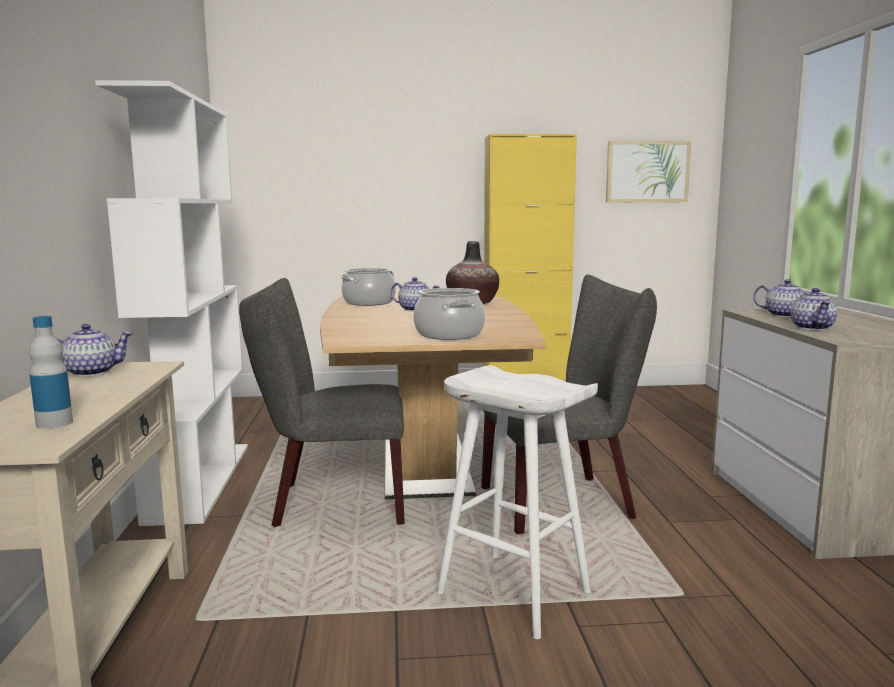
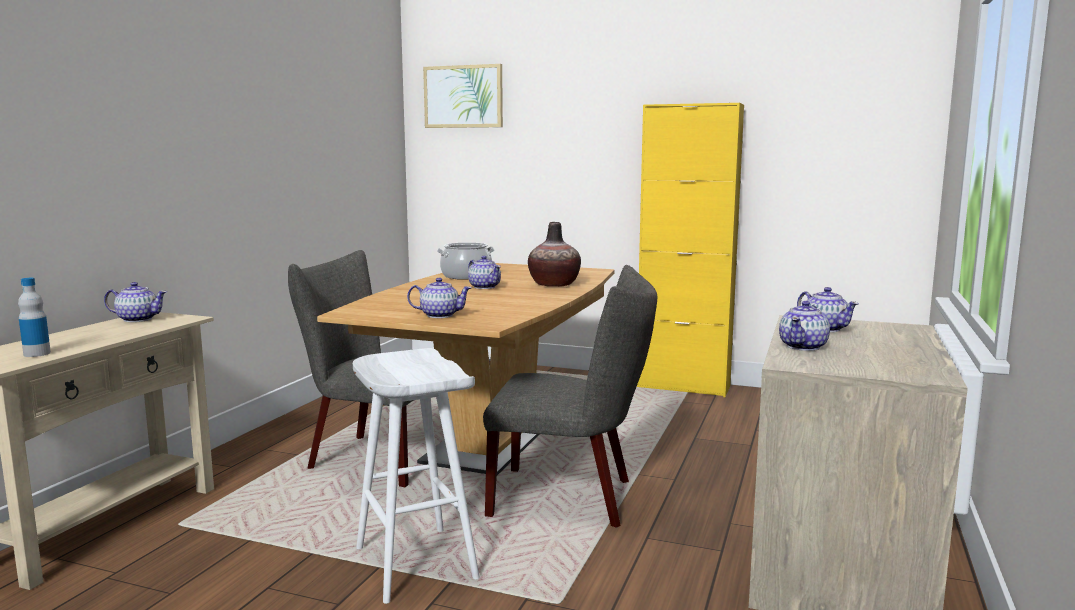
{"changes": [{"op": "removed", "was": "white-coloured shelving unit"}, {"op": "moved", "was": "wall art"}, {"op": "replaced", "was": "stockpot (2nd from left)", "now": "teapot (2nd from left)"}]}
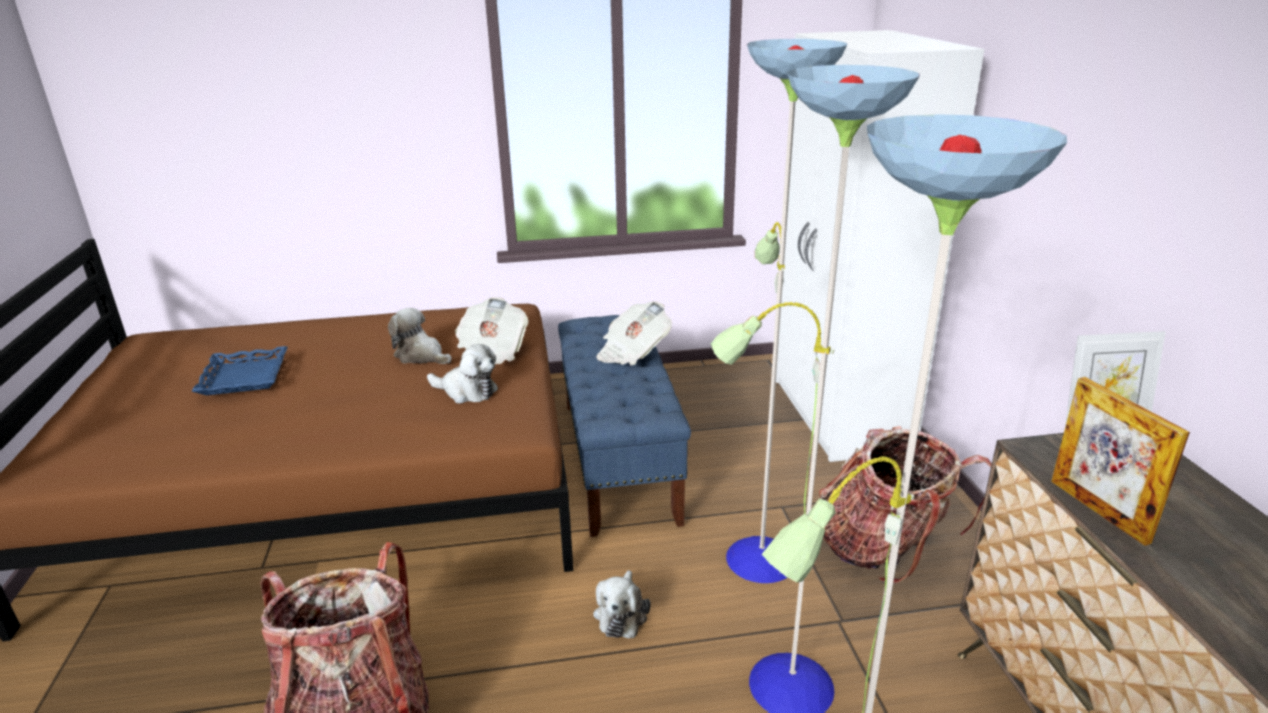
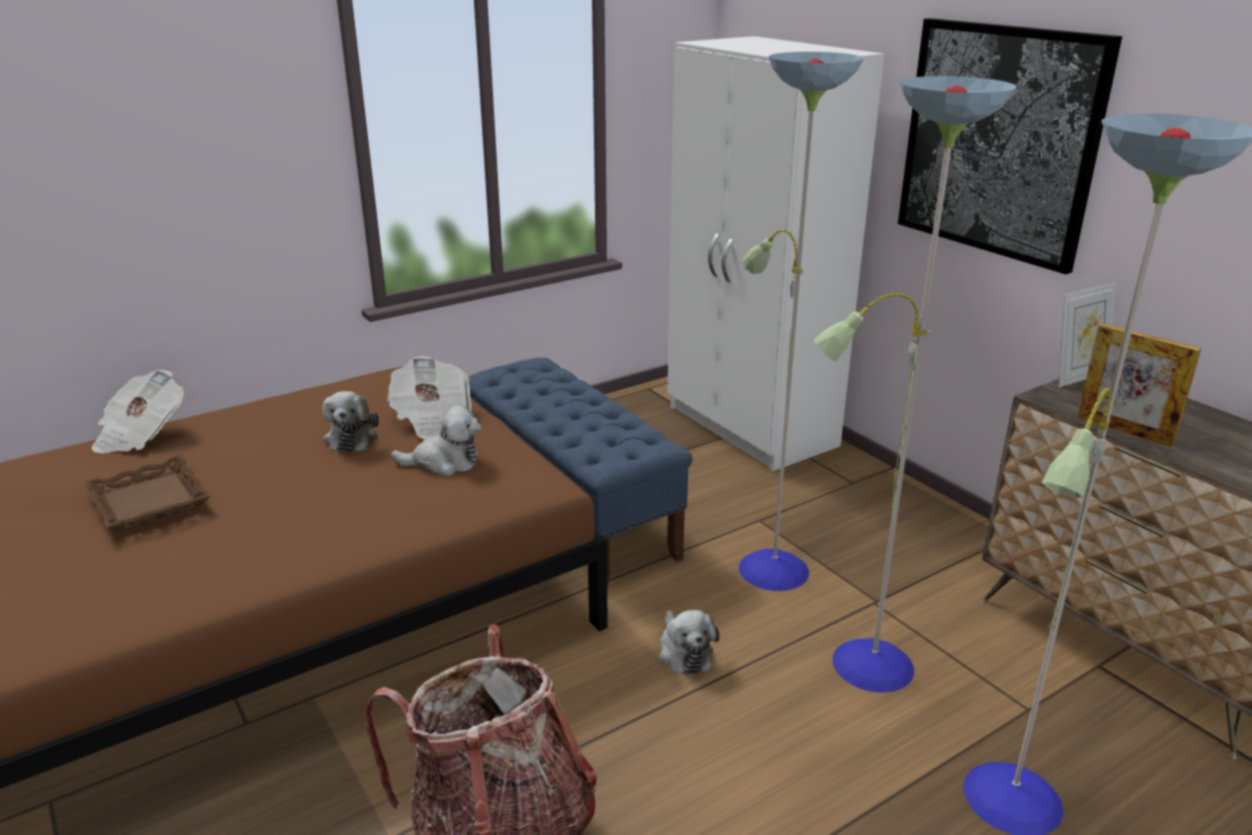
{"changes": [{"op": "removed", "was": "rucksack (2nd from left)"}, {"op": "added", "now": "wall art"}, {"op": "moved", "was": "daily paper (2nd from left in the first image)", "now": "daily paper (1st from left)"}, {"op": "recoloured", "was": "bluish carrying tray", "now": "brown-coloured carrying tray"}, {"op": "turned", "was": "plush toy (1st from left)", "clockwise": -105}]}
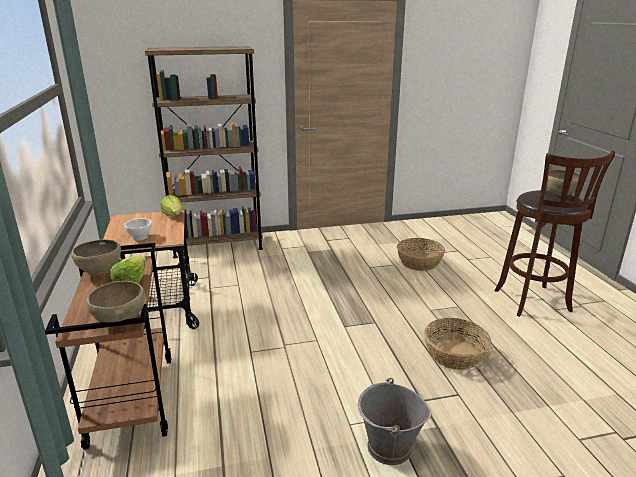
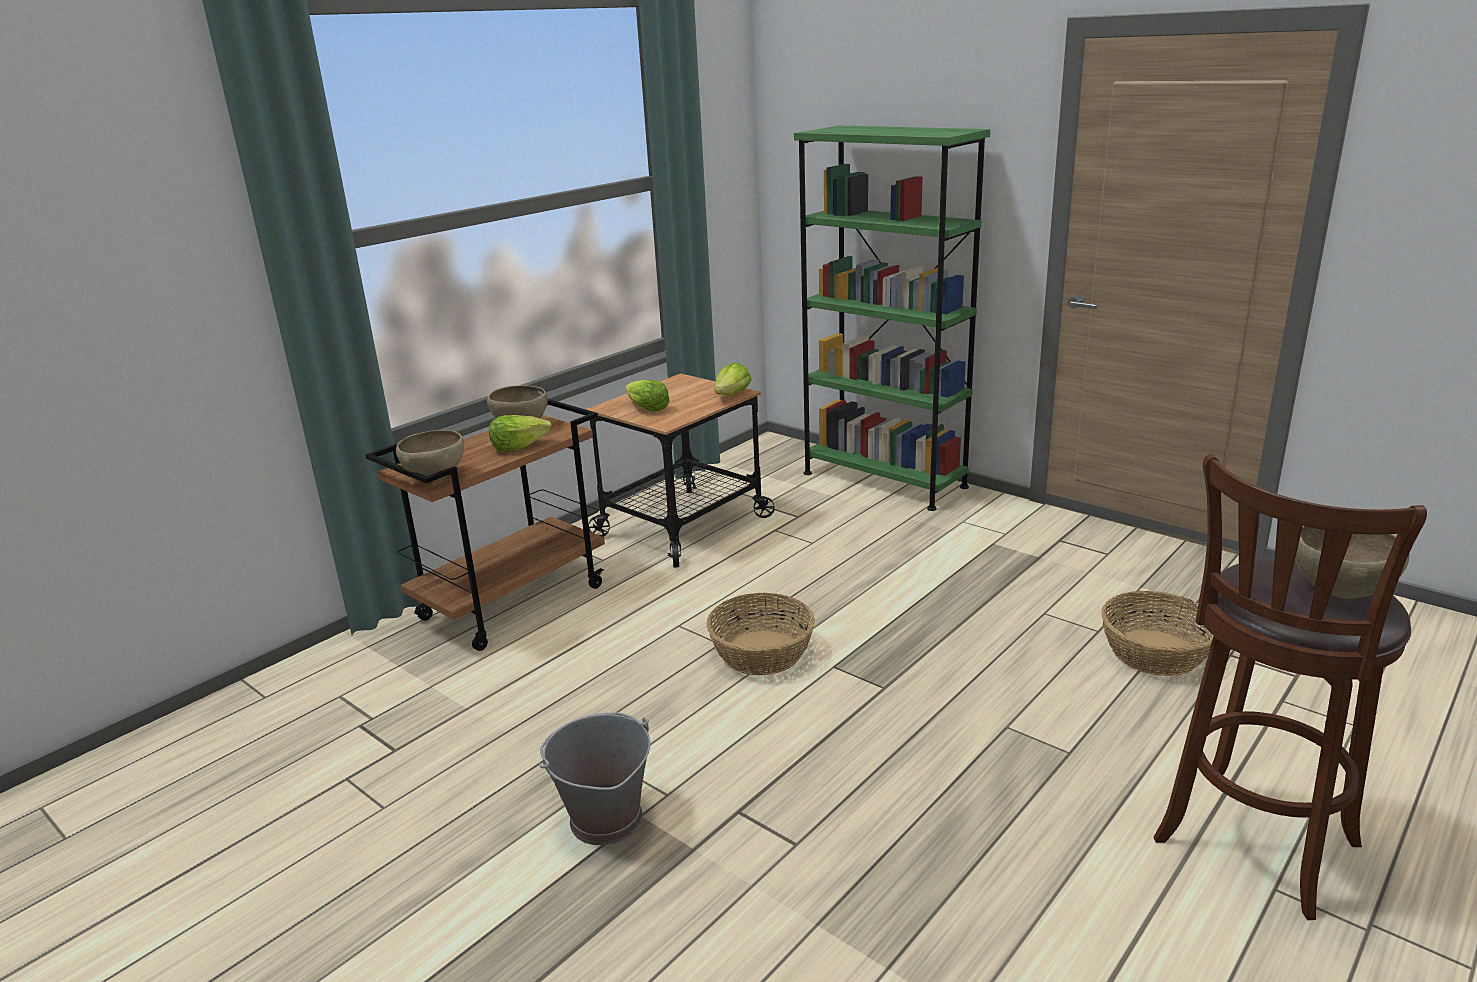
{"changes": [{"op": "moved", "was": "storage basket (2nd from left in the first image)", "now": "storage basket (1st from left)"}, {"op": "replaced", "was": "white-coloured deep dish", "now": "lettuce (2nd from left)"}, {"op": "recoloured", "was": "brown-coloured shelving unit", "now": "green shelving unit"}]}
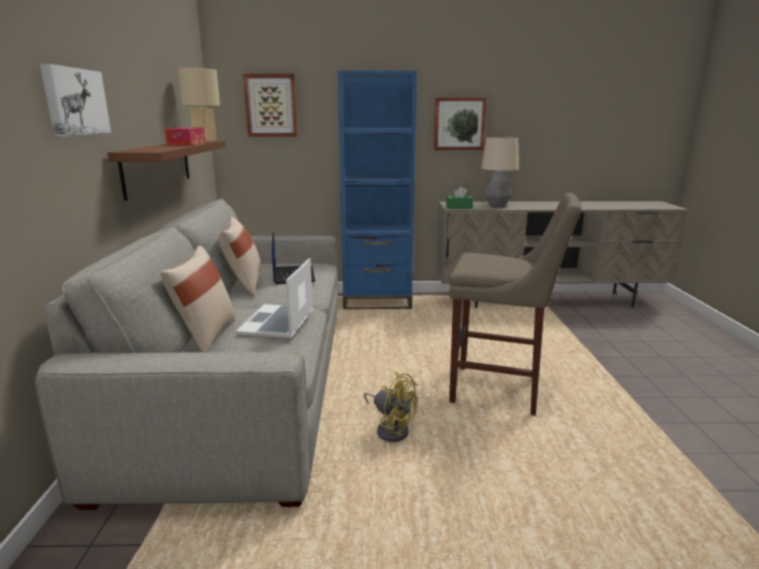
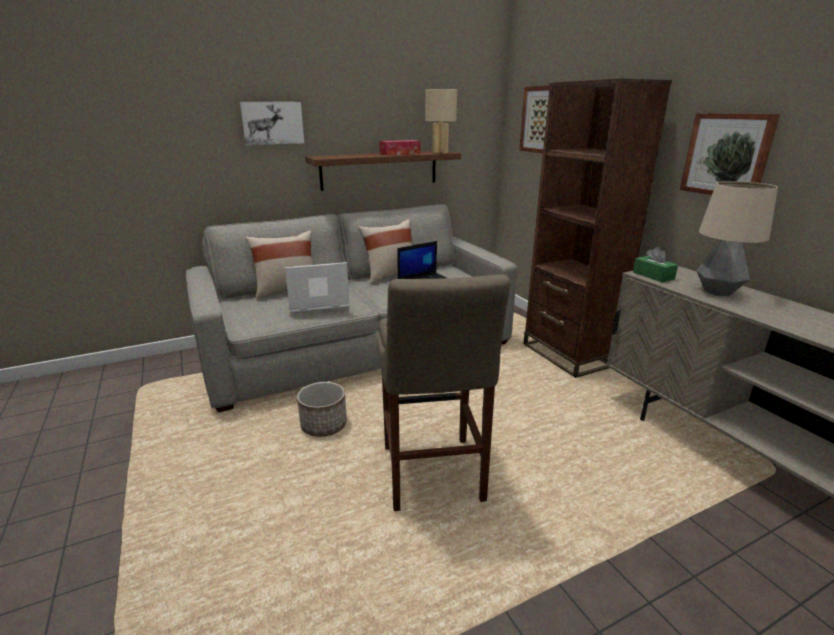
{"changes": [{"op": "replaced", "was": "yellowish electric fan", "now": "flower pot"}, {"op": "recoloured", "was": "bluish shelving unit", "now": "brown-coloured shelving unit"}]}
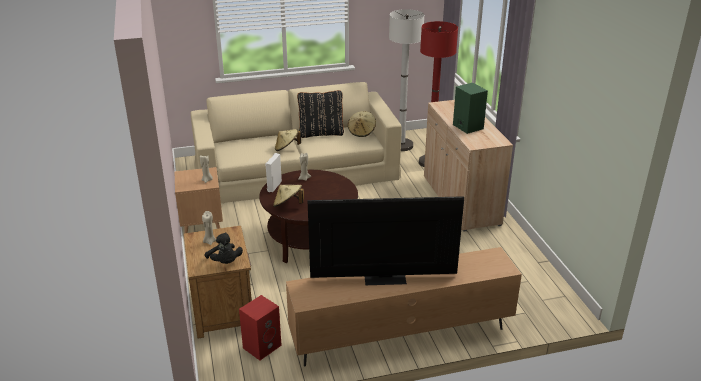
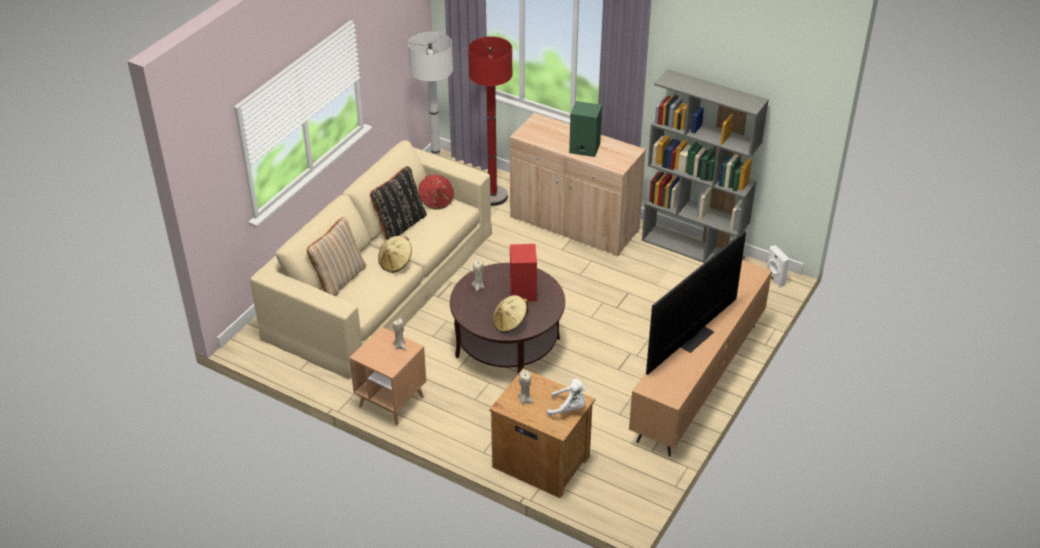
{"changes": [{"op": "added", "now": "beige pillow"}, {"op": "added", "now": "greyish shelving unit"}, {"op": "moved", "was": "reddish audio speaker"}, {"op": "moved", "was": "white-coloured audio speaker"}, {"op": "recoloured", "was": "black-coloured plush toy", "now": "white-coloured plush toy"}, {"op": "recoloured", "was": "beige hat (3rd from left)", "now": "reddish hat"}]}
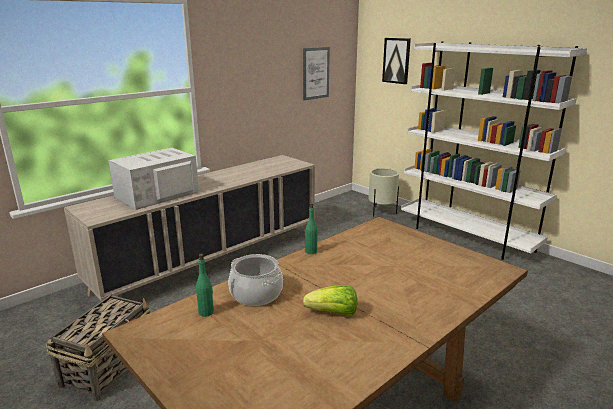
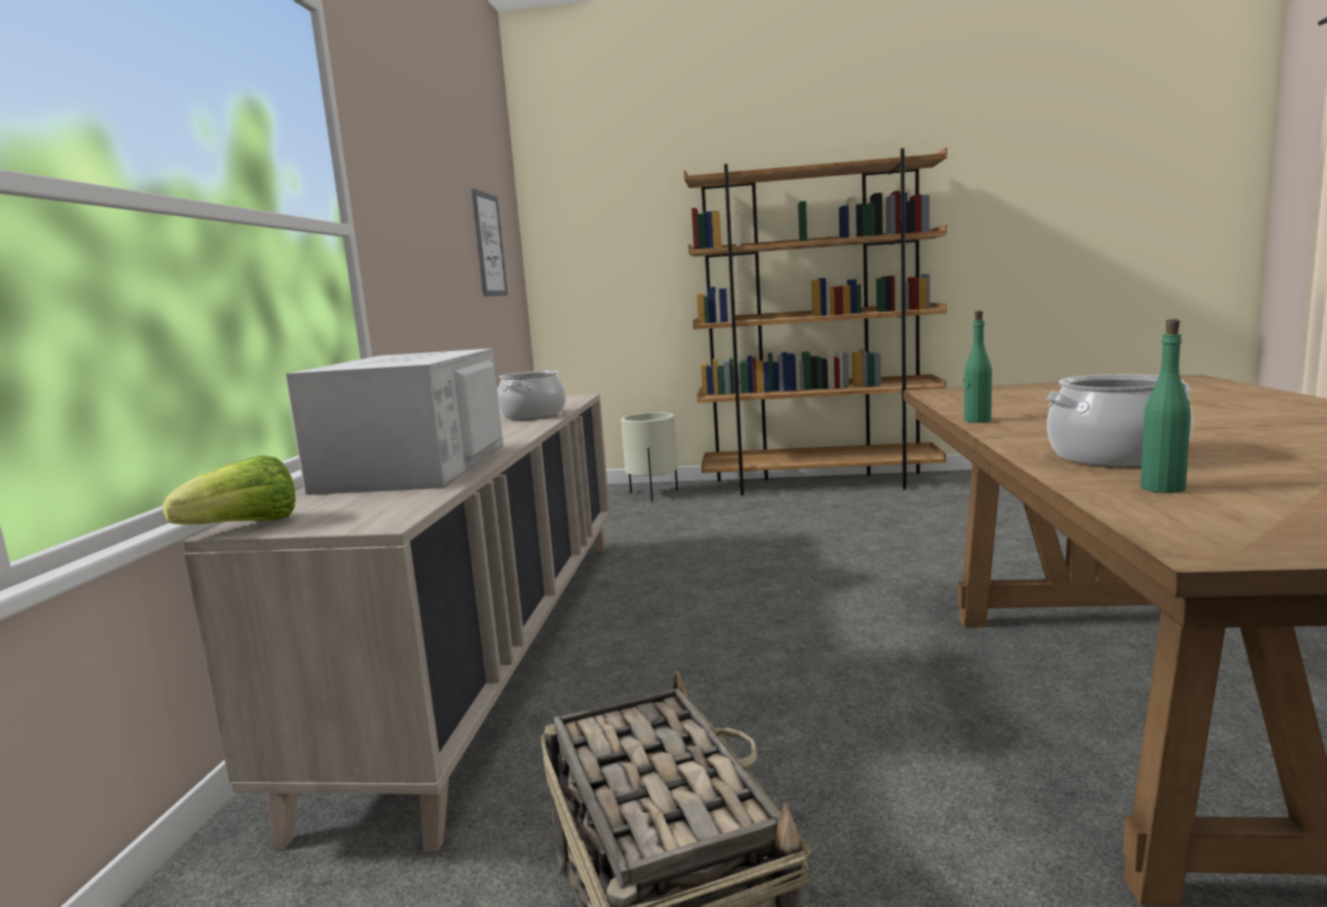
{"changes": [{"op": "removed", "was": "wall art (2nd from left)"}, {"op": "added", "now": "stockpot (1st from left)"}, {"op": "moved", "was": "lettuce"}, {"op": "recoloured", "was": "white-coloured shelving unit", "now": "brown-coloured shelving unit"}]}
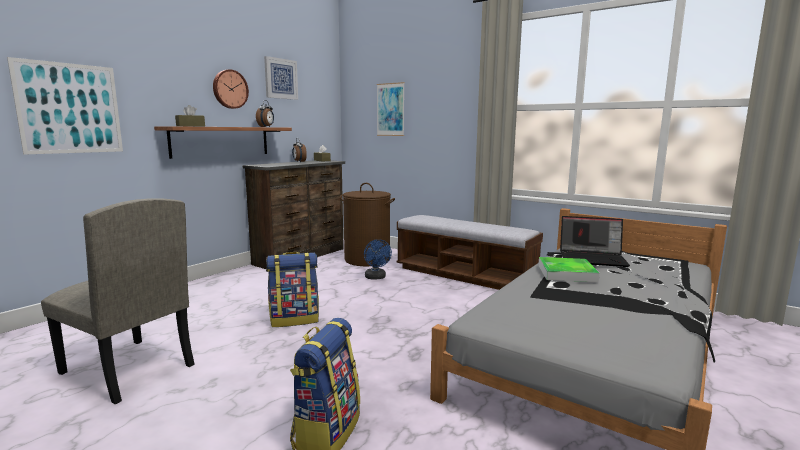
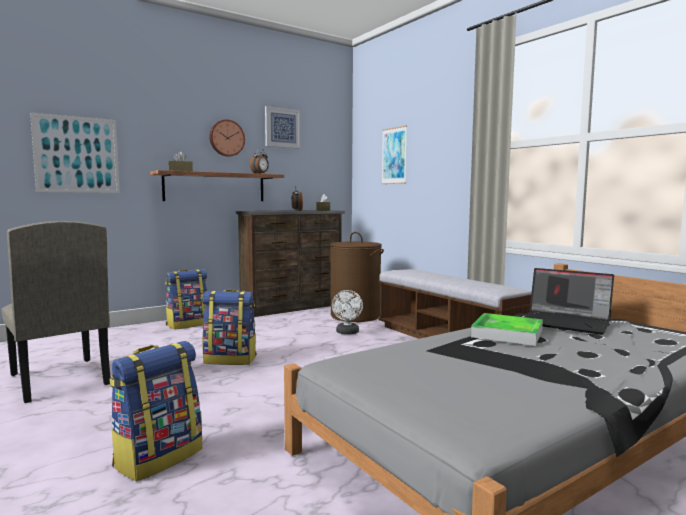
{"changes": [{"op": "added", "now": "rucksack (2nd from left)"}, {"op": "recoloured", "was": "bluish electric fan", "now": "white-coloured electric fan"}]}
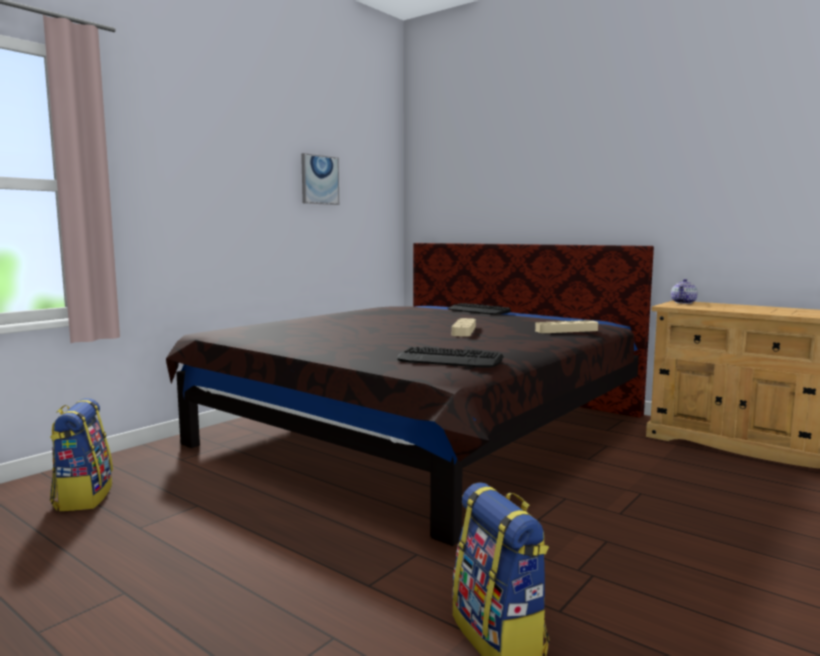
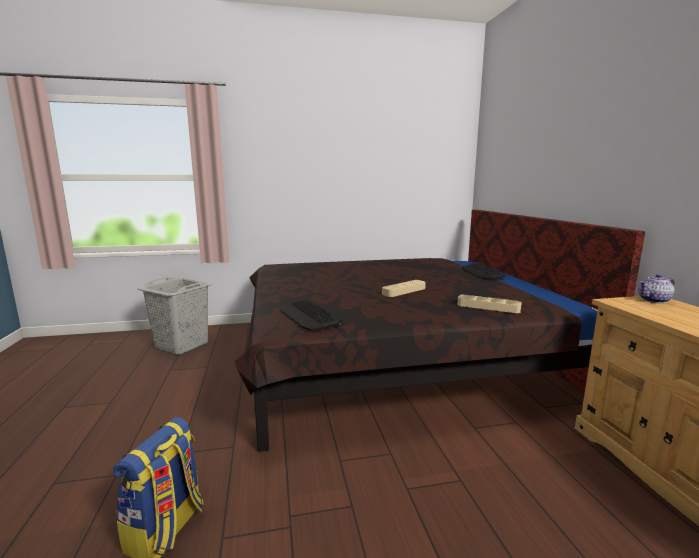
{"changes": [{"op": "removed", "was": "wall art"}, {"op": "replaced", "was": "rucksack (1st from left)", "now": "greyish washing basket"}]}
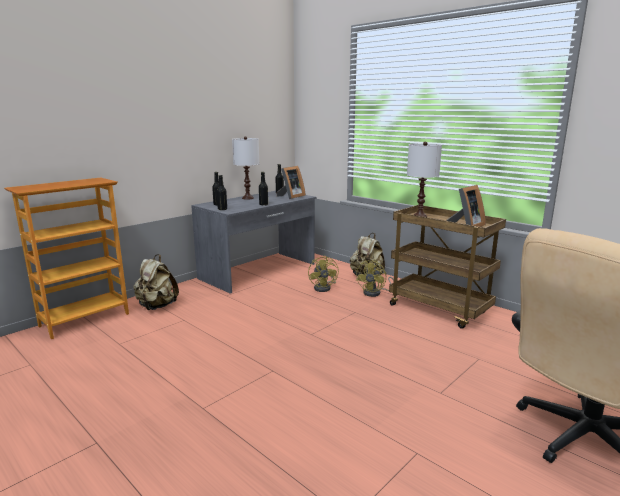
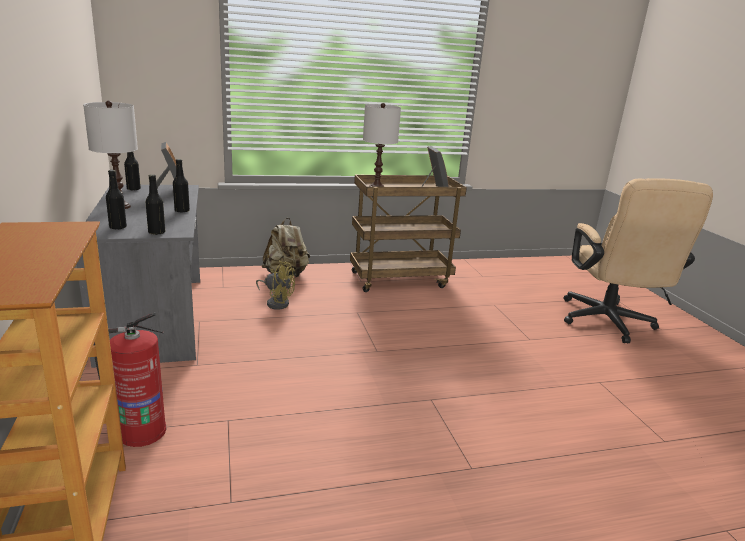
{"changes": [{"op": "removed", "was": "yellowish electric fan (2nd from left)"}, {"op": "replaced", "was": "beige rucksack (1st from left)", "now": "fire extinguisher"}]}
